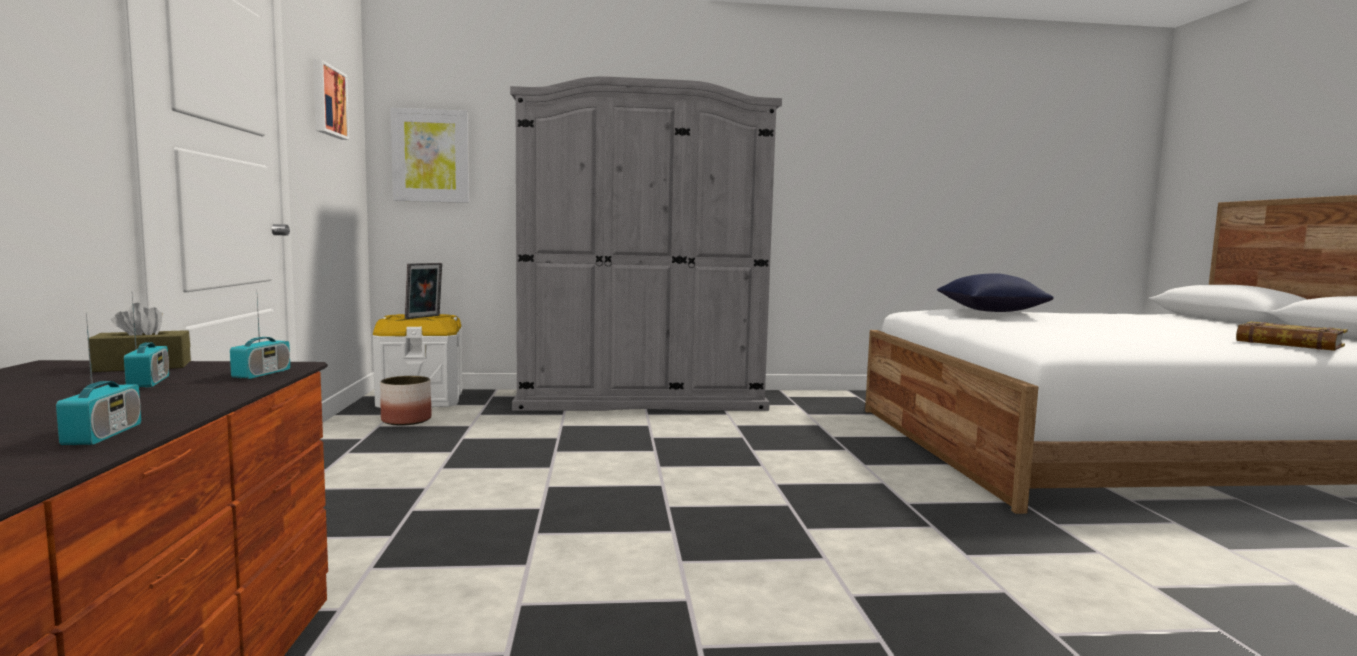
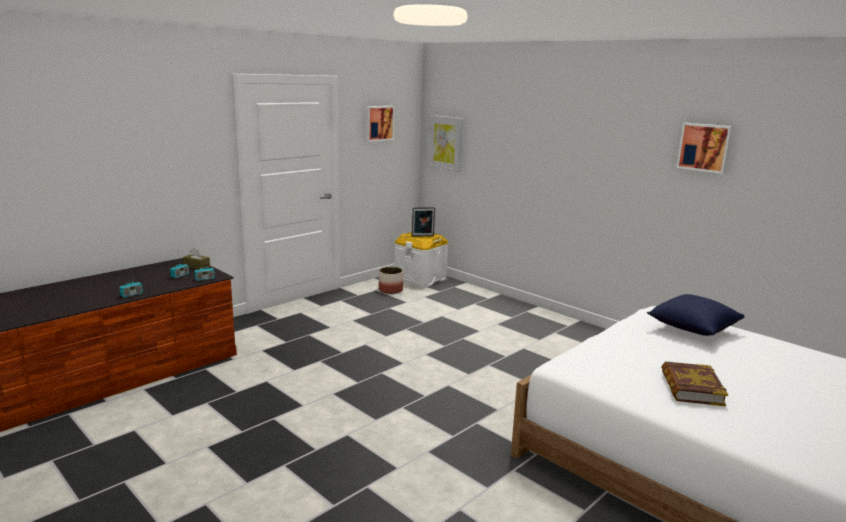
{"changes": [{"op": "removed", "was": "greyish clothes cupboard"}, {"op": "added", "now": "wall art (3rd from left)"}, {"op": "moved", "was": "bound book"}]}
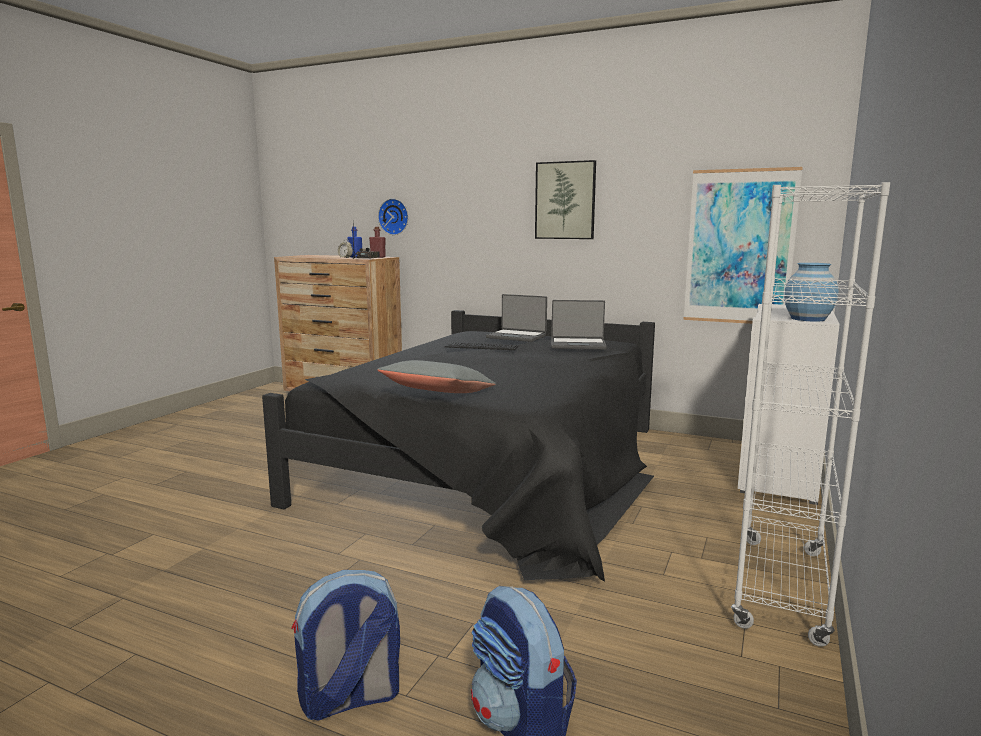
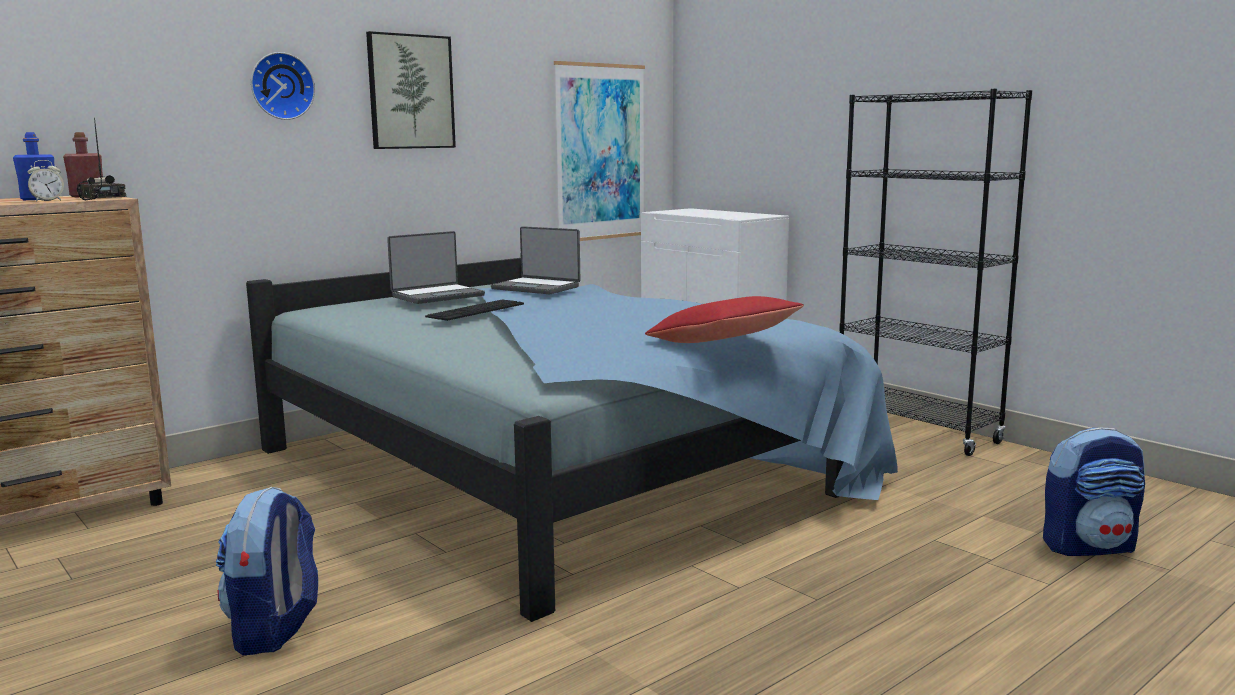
{"changes": [{"op": "removed", "was": "bluish flower vase"}, {"op": "moved", "was": "rucksack (1st from left)"}, {"op": "moved", "was": "hanging clock"}, {"op": "recoloured", "was": "black-coloured bedroom bed", "now": "bluish bedroom bed"}, {"op": "recoloured", "was": "greyish pillow", "now": "reddish pillow"}, {"op": "recoloured", "was": "white-coloured shelving unit", "now": "black-coloured shelving unit"}, {"op": "turned", "was": "notebook computer (2nd from left)", "clockwise": 90}]}
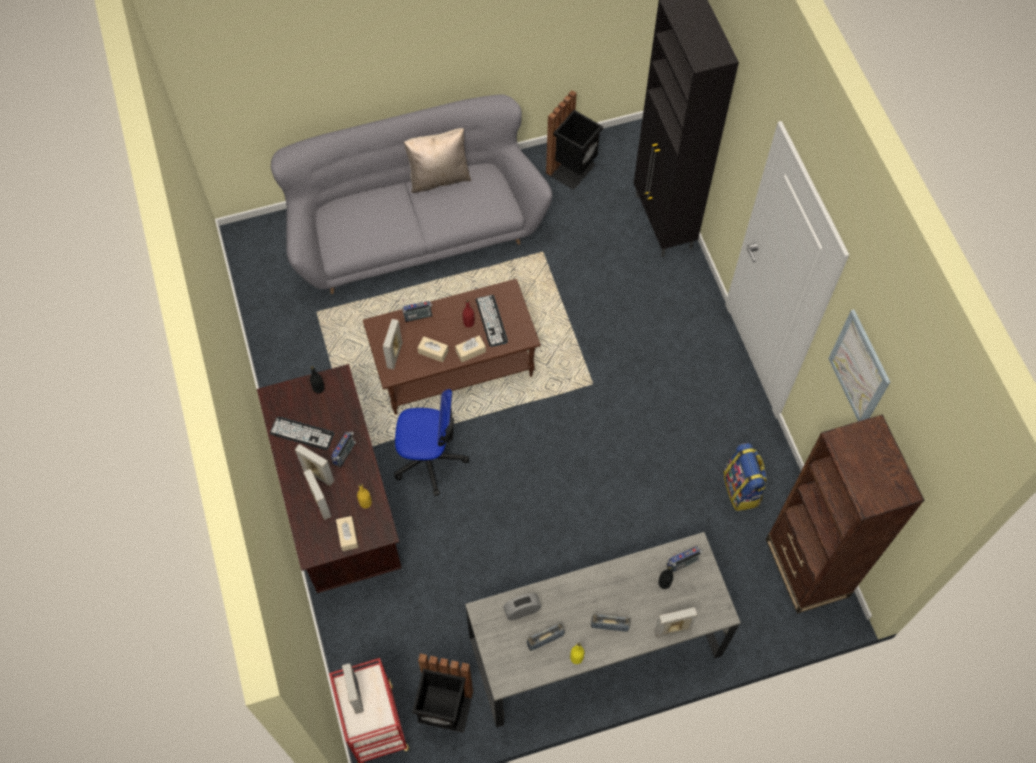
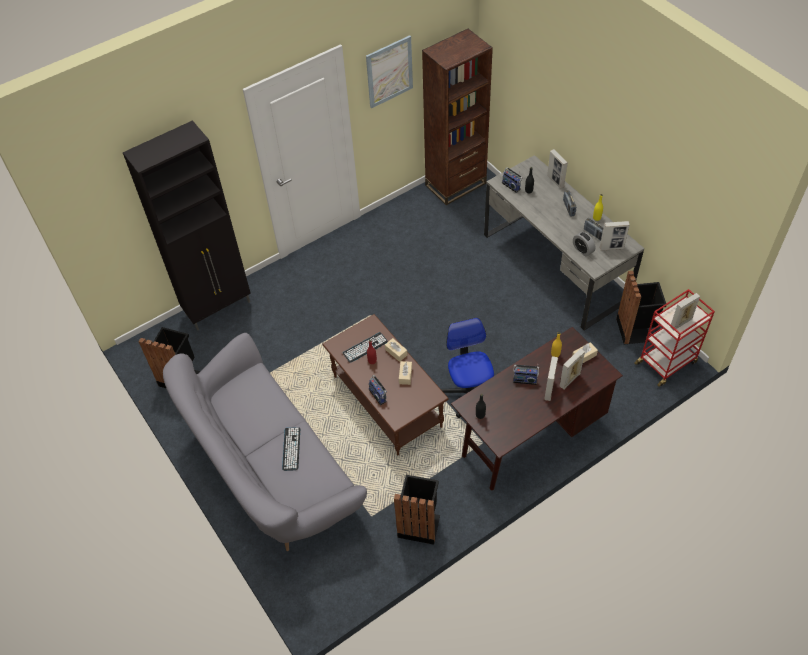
{"changes": [{"op": "removed", "was": "beige pillow"}, {"op": "removed", "was": "rucksack"}, {"op": "added", "now": "black-coloured rubbish bin (2nd from left)"}, {"op": "moved", "was": "PC keyboard (1st from left)"}, {"op": "moved", "was": "photo frame (4th from left)"}]}
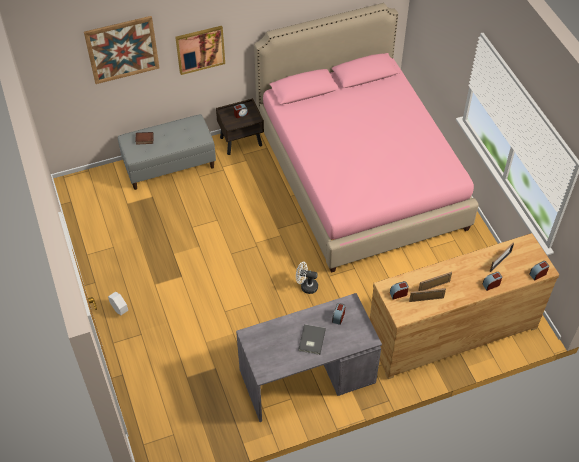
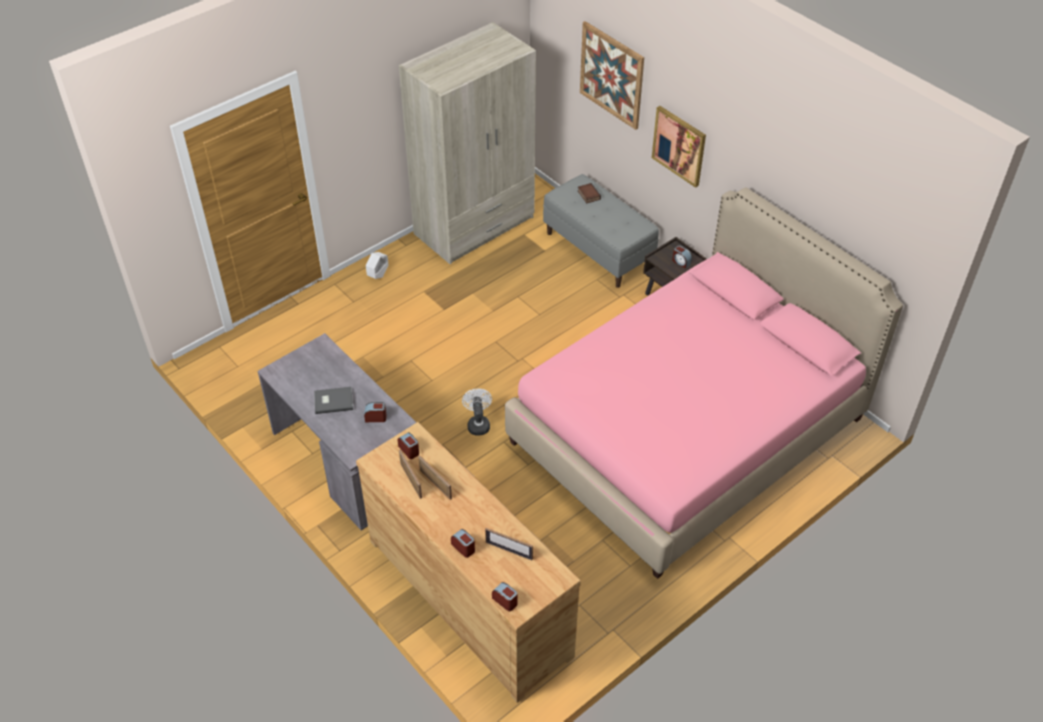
{"changes": [{"op": "added", "now": "beige clothes cupboard"}]}
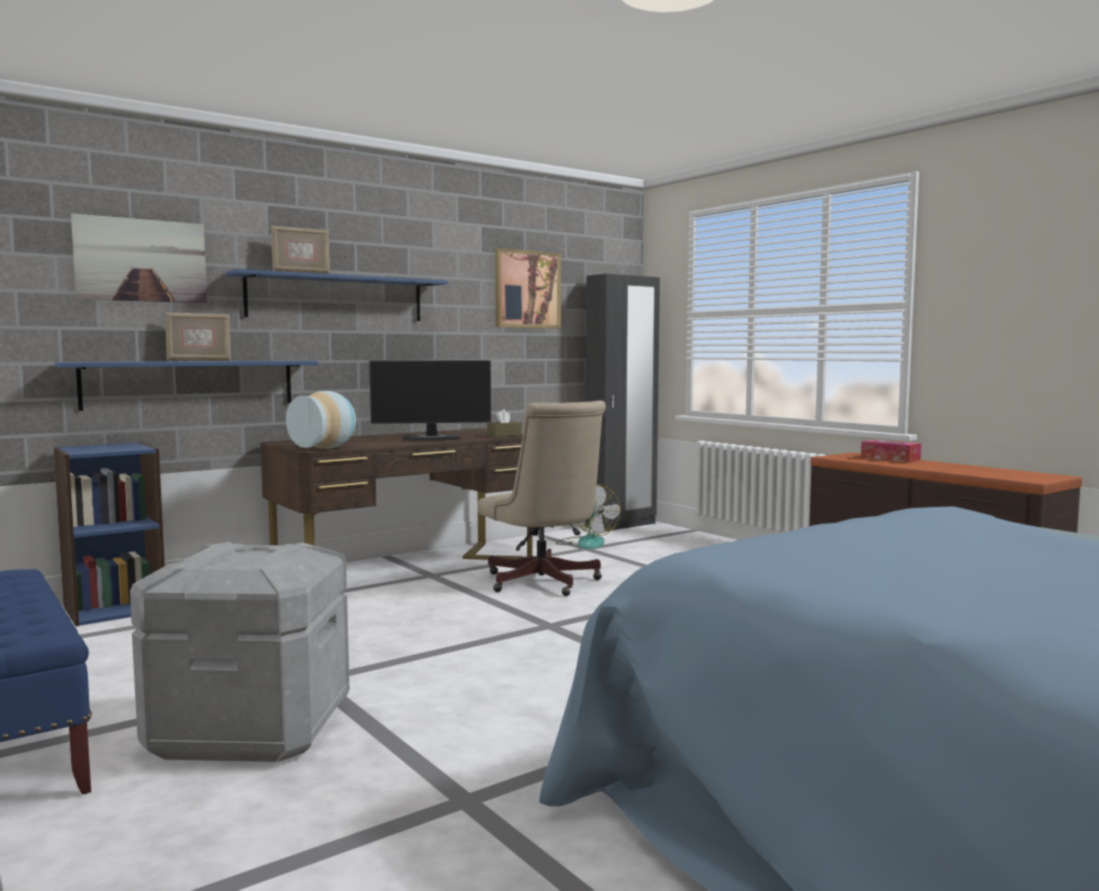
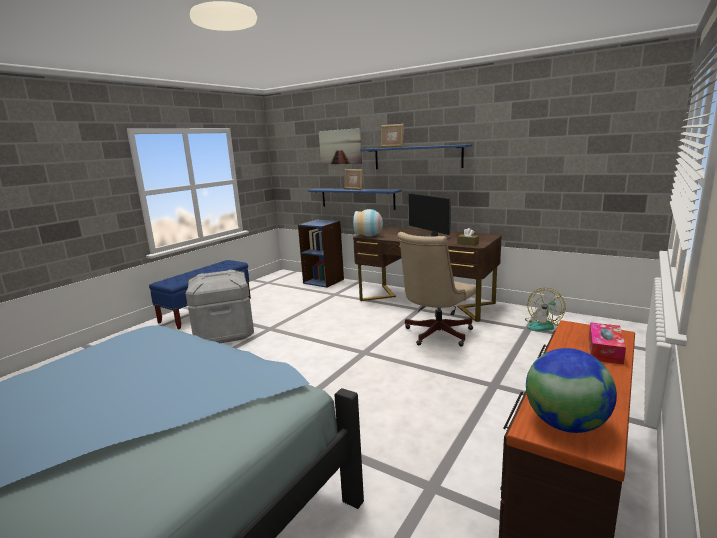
{"changes": [{"op": "removed", "was": "wall art (2nd from left)"}, {"op": "removed", "was": "black-coloured clothes cupboard"}, {"op": "added", "now": "desk globe"}]}
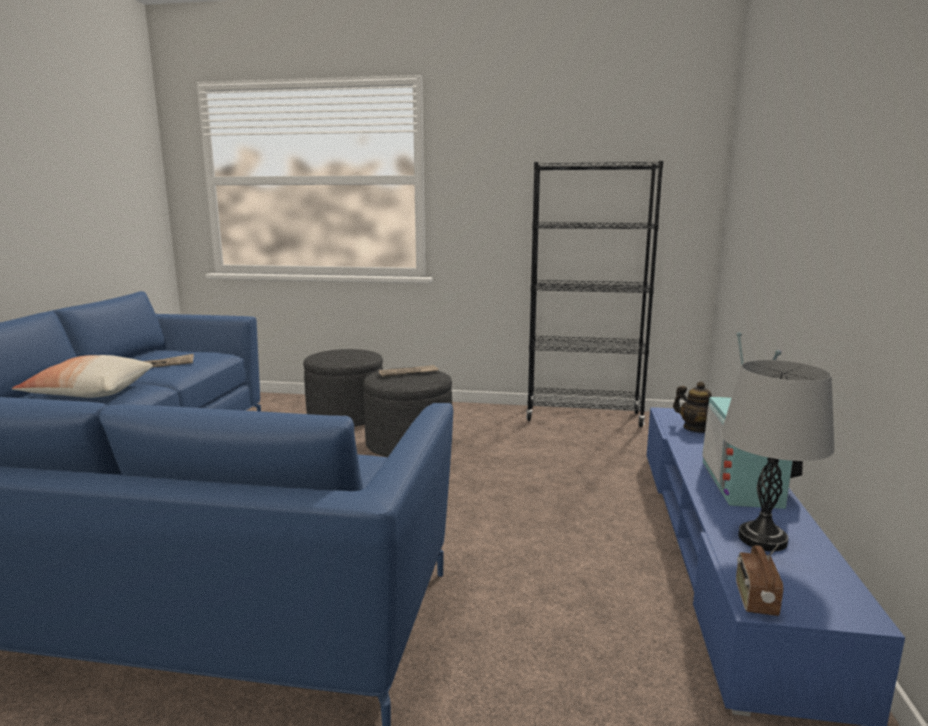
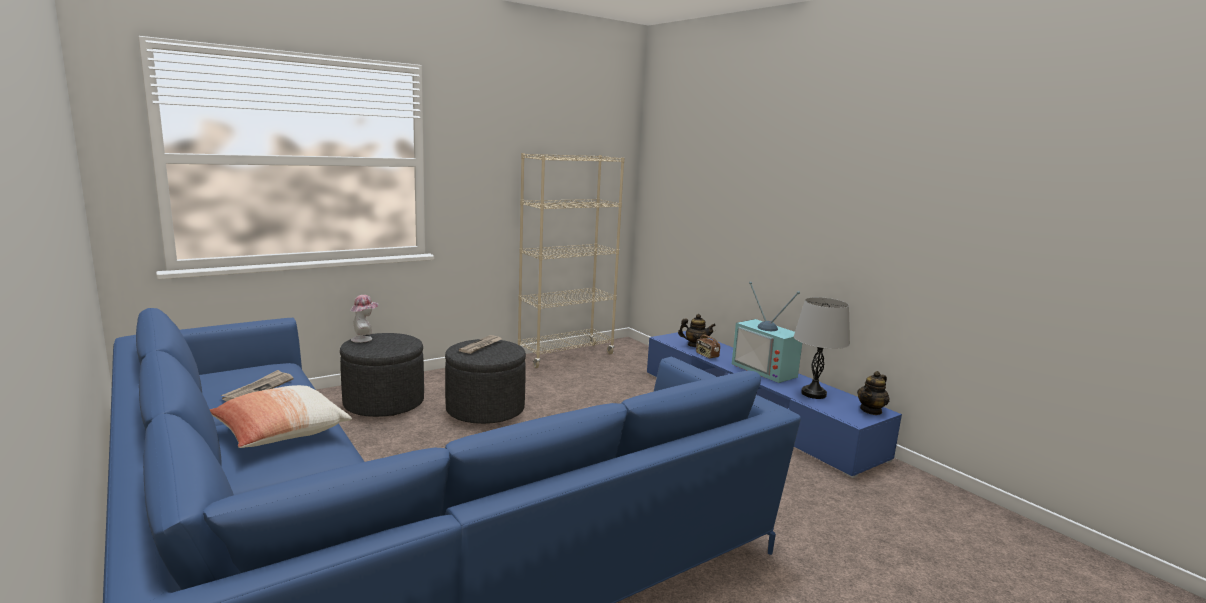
{"changes": [{"op": "added", "now": "hat"}, {"op": "added", "now": "teapot (2nd from left)"}, {"op": "moved", "was": "radio"}, {"op": "recoloured", "was": "black-coloured shelving unit", "now": "beige shelving unit"}]}
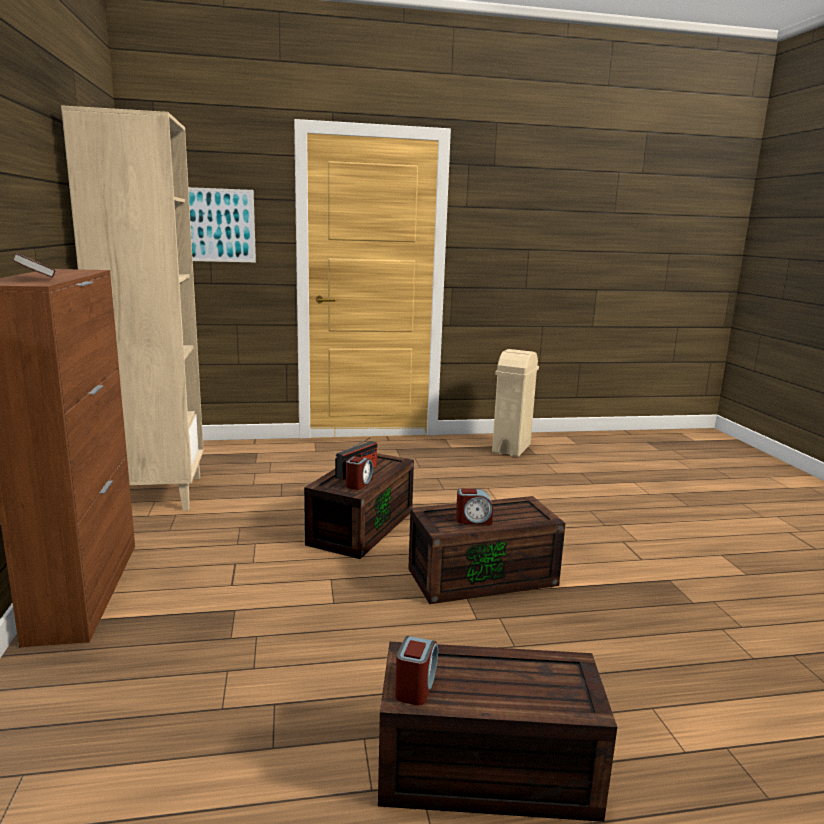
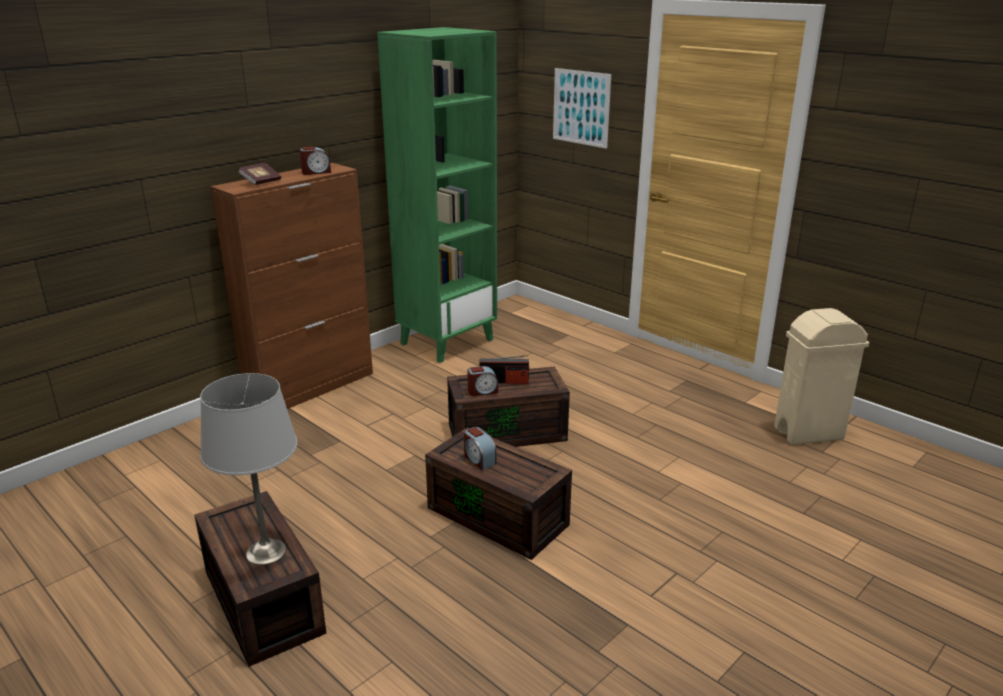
{"changes": [{"op": "added", "now": "greyish tabletop lamp"}, {"op": "moved", "was": "table clock (2nd from left in the first image)", "now": "table clock (1st from left)"}, {"op": "recoloured", "was": "beige shelving unit", "now": "green shelving unit"}]}
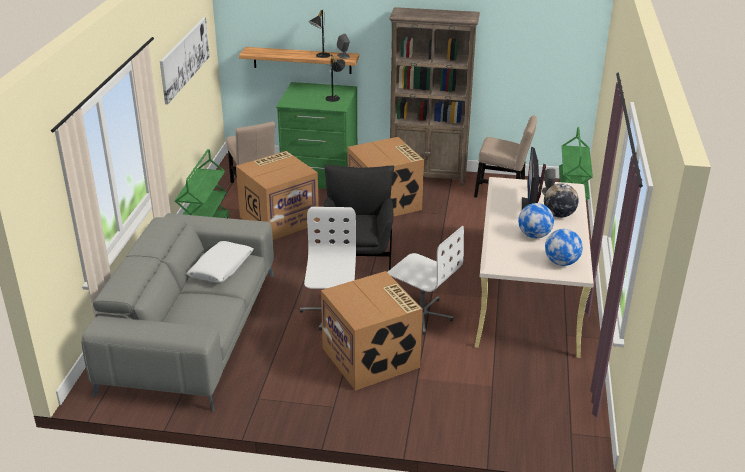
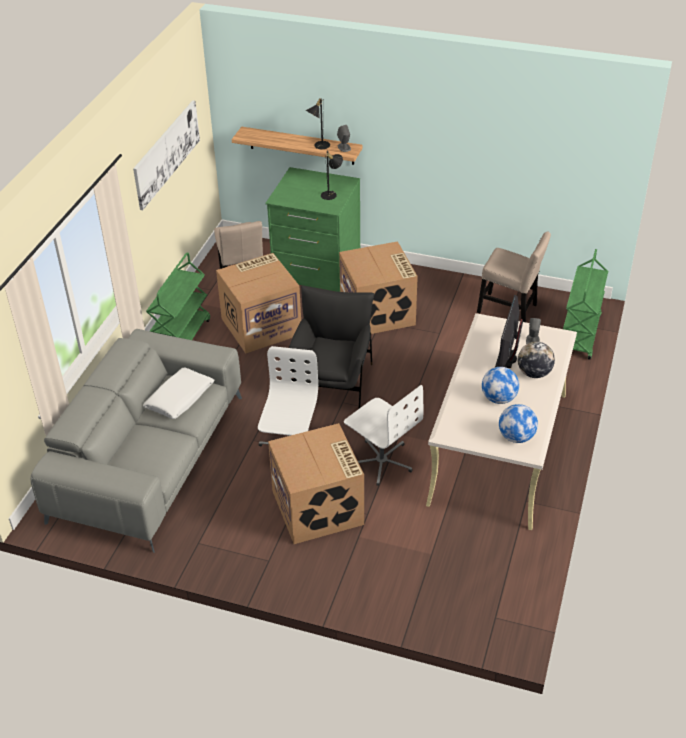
{"changes": [{"op": "removed", "was": "brown-coloured shelving unit"}]}
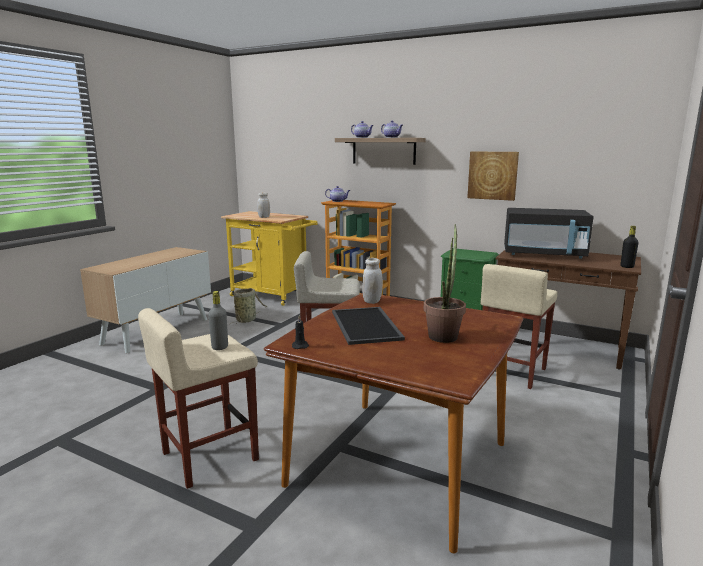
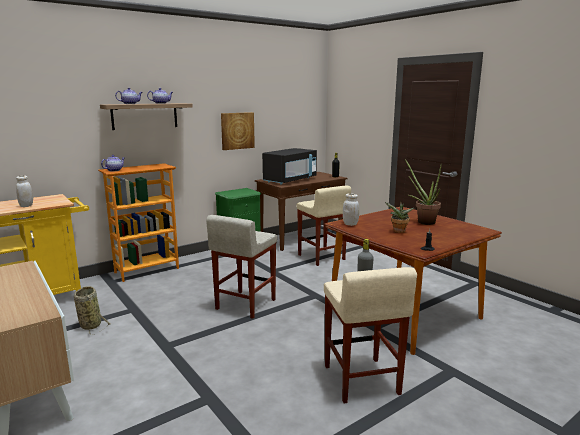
{"changes": [{"op": "replaced", "was": "carrying tray", "now": "houseplant (1st from left)"}]}
